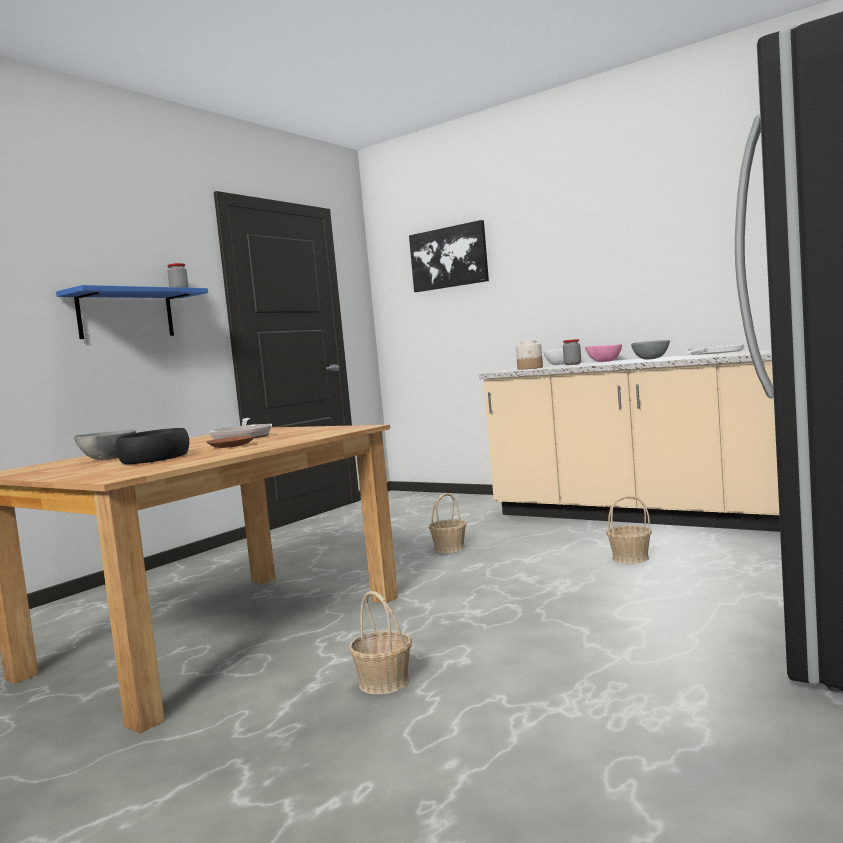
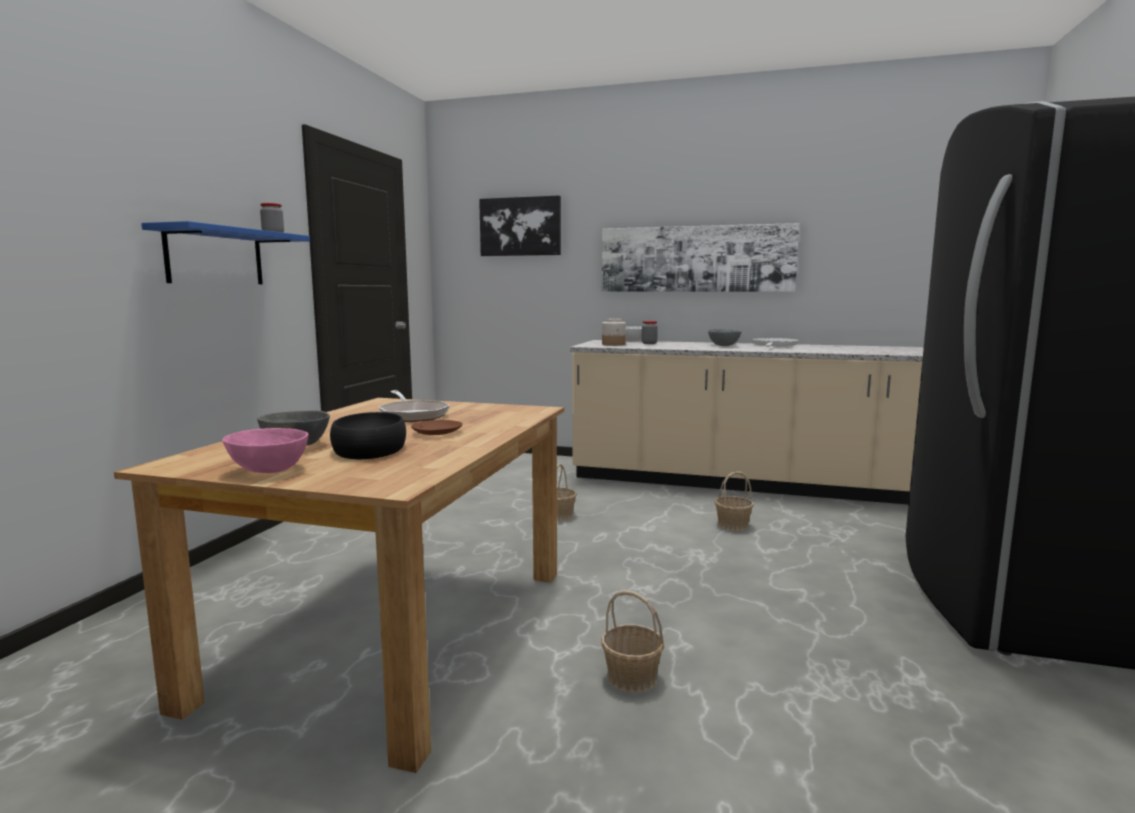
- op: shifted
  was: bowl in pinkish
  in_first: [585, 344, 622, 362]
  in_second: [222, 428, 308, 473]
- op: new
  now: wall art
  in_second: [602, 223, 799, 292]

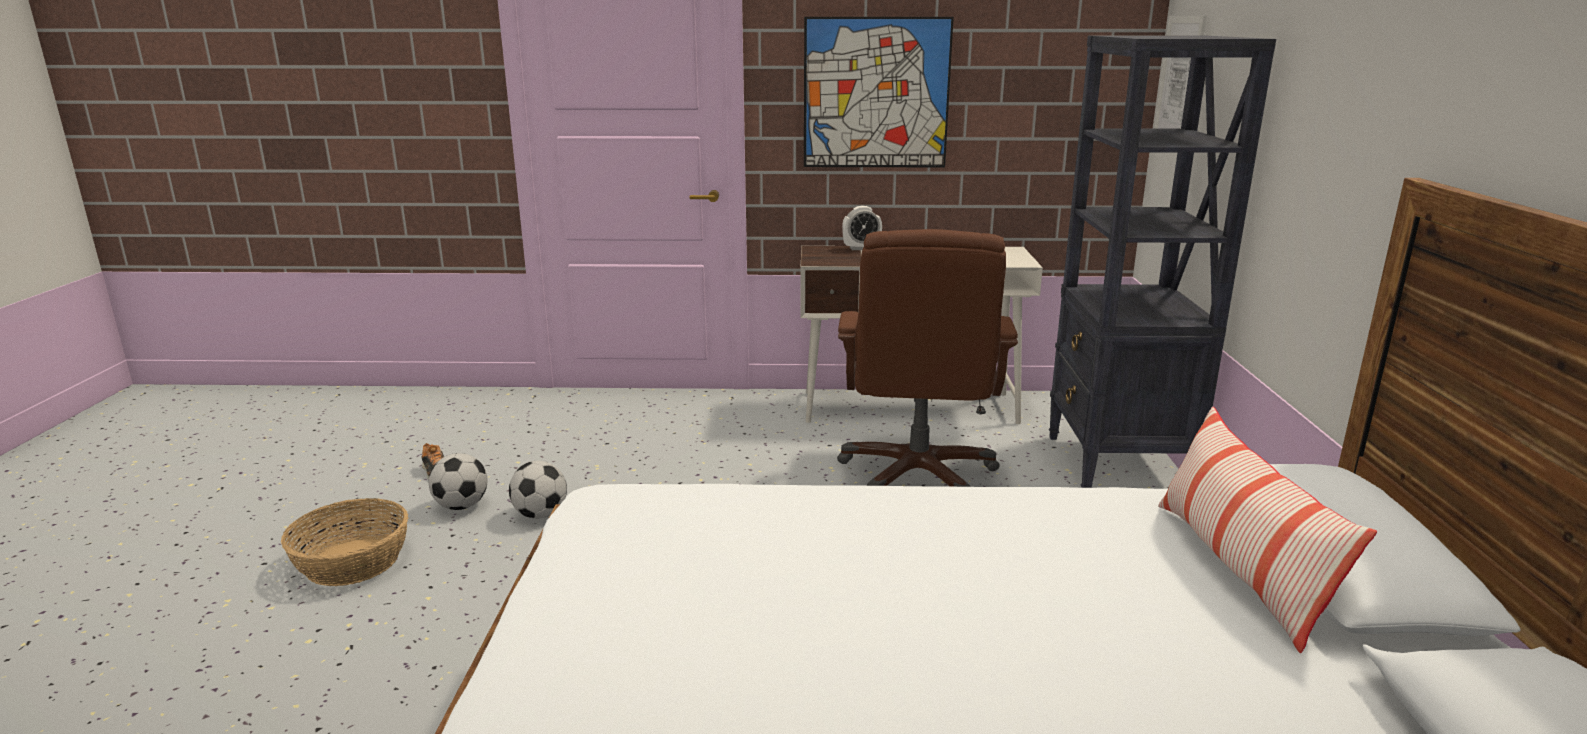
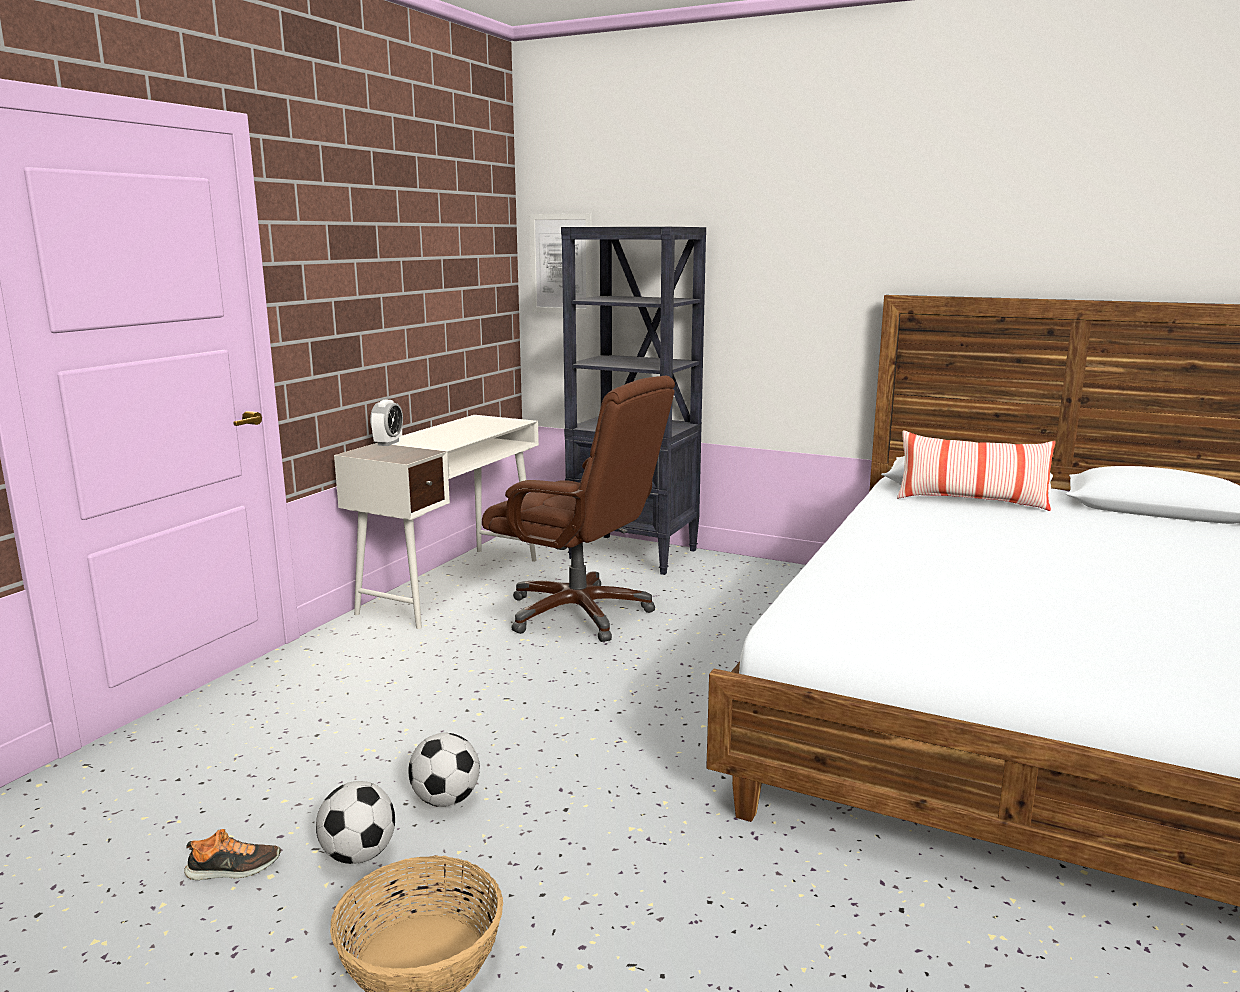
- op: gone
  was: wall art
  in_first: [804, 17, 954, 167]

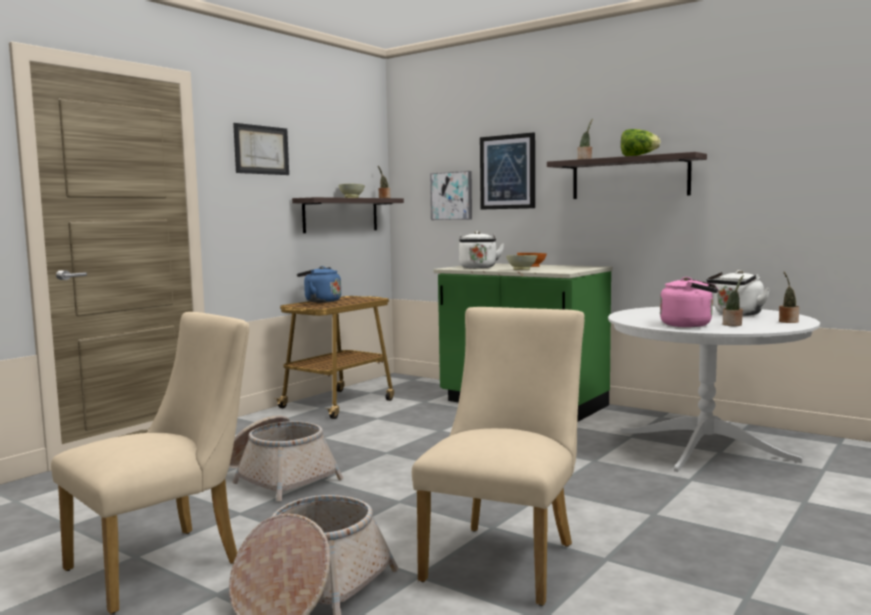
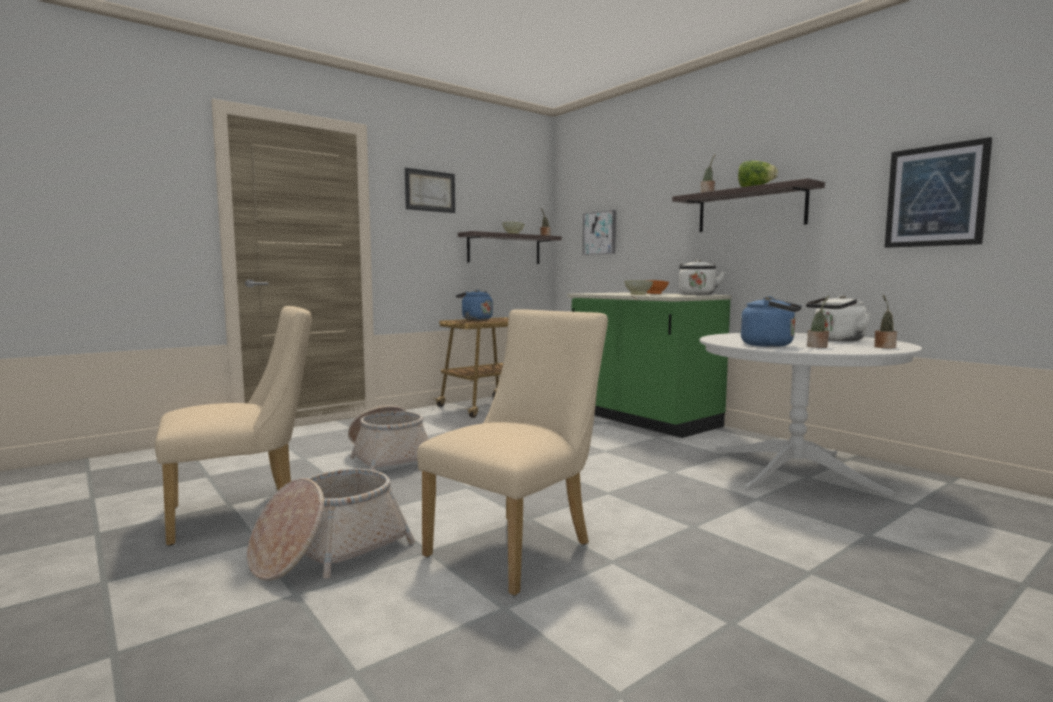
- op: shifted
  was: water kettle in white-coloured
  in_first: [459, 231, 504, 268]
  in_second: [679, 259, 725, 295]
- op: shifted
  was: wall art
  in_first: [480, 132, 535, 210]
  in_second: [884, 137, 992, 248]
- op: repainted
  was: water kettle in pinkish
  now: water kettle in blue-coloured
  in_first: [660, 277, 718, 327]
  in_second: [741, 296, 802, 347]

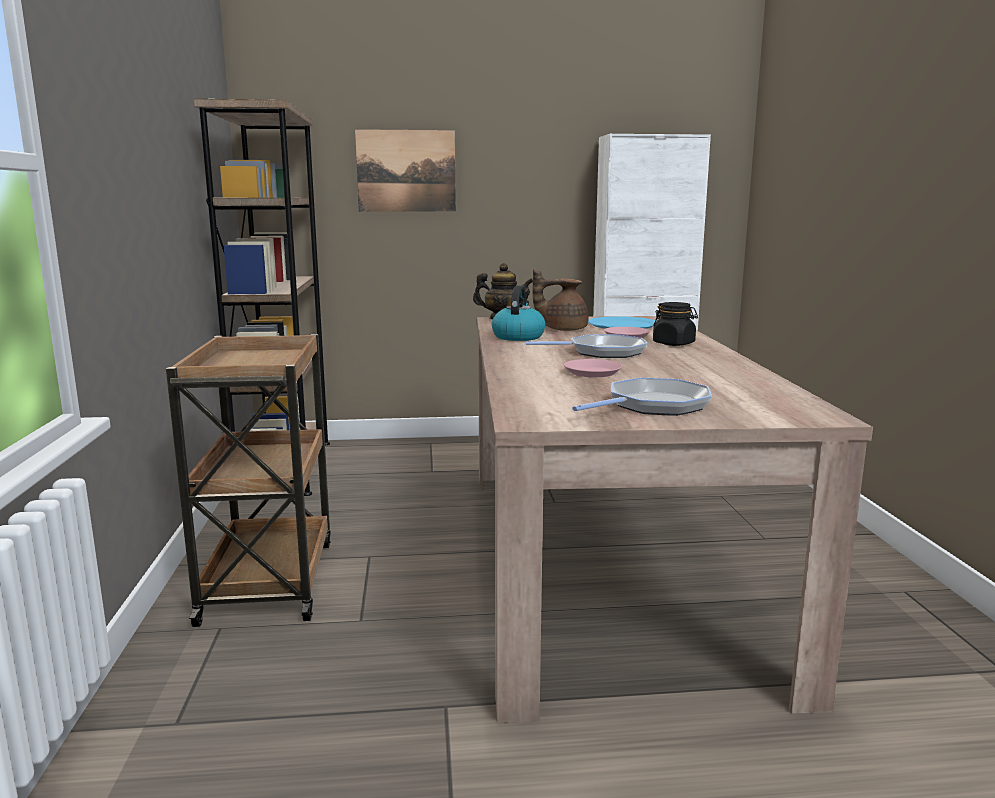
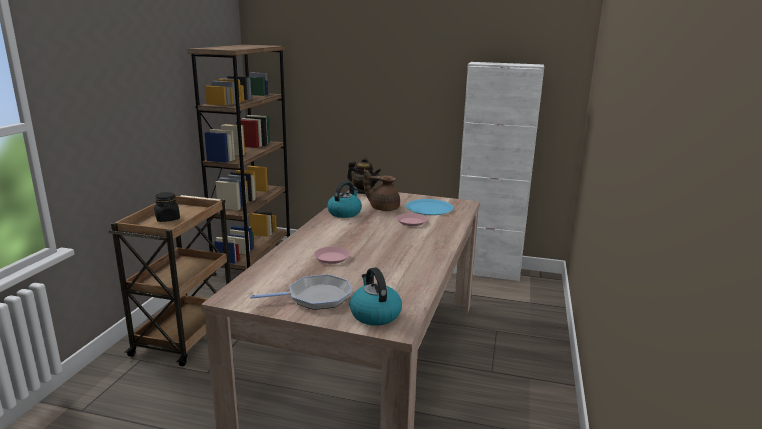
- op: gone
  was: wall art
  in_first: [355, 129, 456, 212]
- op: gone
  was: pan
  in_first: [526, 334, 648, 358]
- op: shifted
  was: storage jar in blackish
  in_first: [653, 302, 698, 346]
  in_second: [154, 192, 180, 222]
- op: new
  now: water kettle
  in_second: [350, 268, 402, 326]

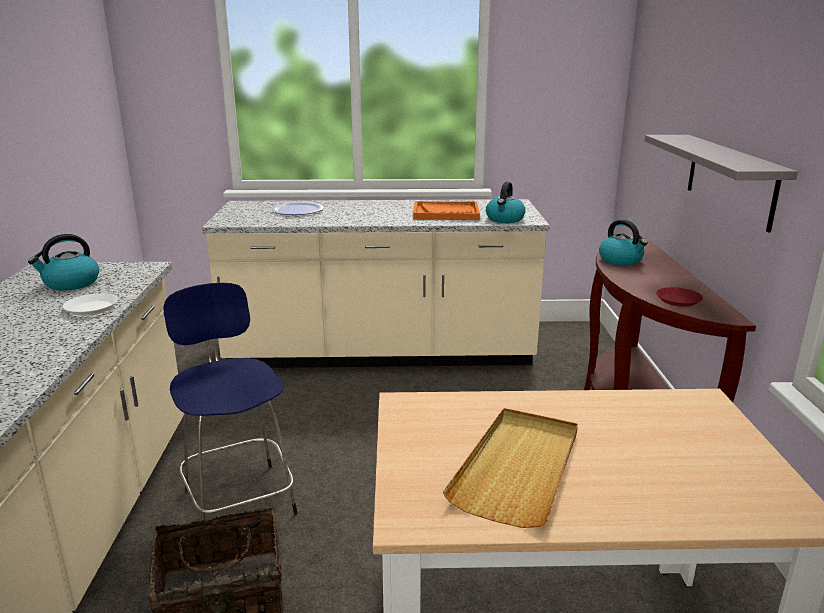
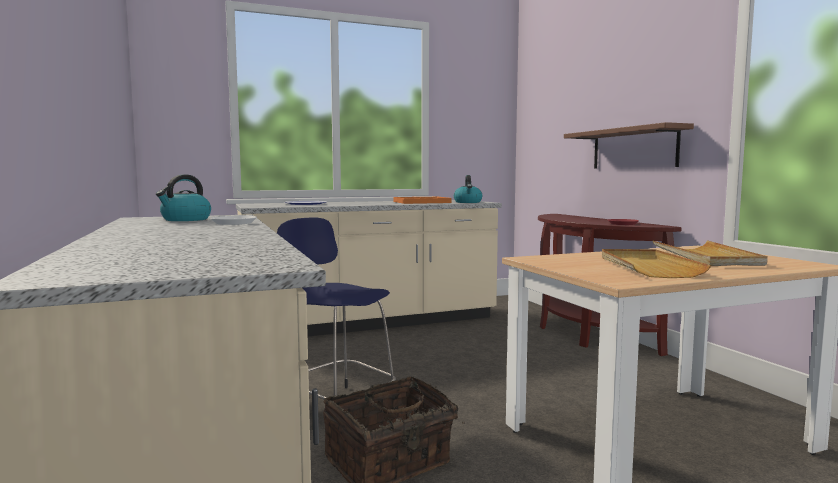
- op: gone
  was: water kettle
  in_first: [599, 219, 648, 266]
- op: repainted
  was: bracket shelf in gray
  now: bracket shelf in brown-coloured
  in_first: [644, 135, 798, 232]
  in_second: [564, 122, 694, 169]
- op: new
  now: serving tray in beige-coloured
  in_second: [653, 240, 768, 266]

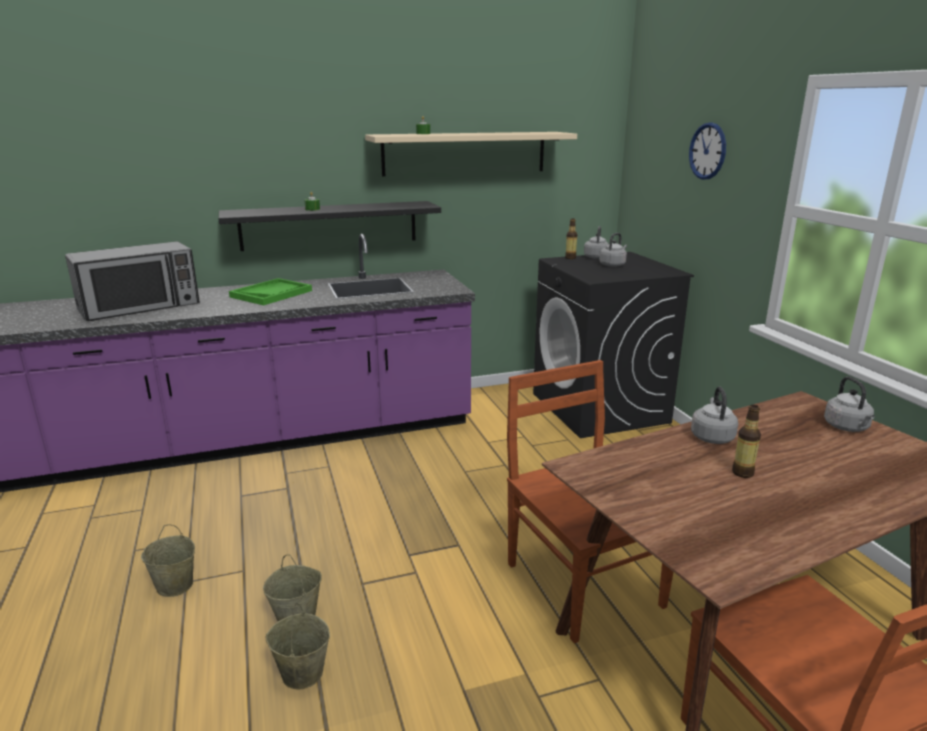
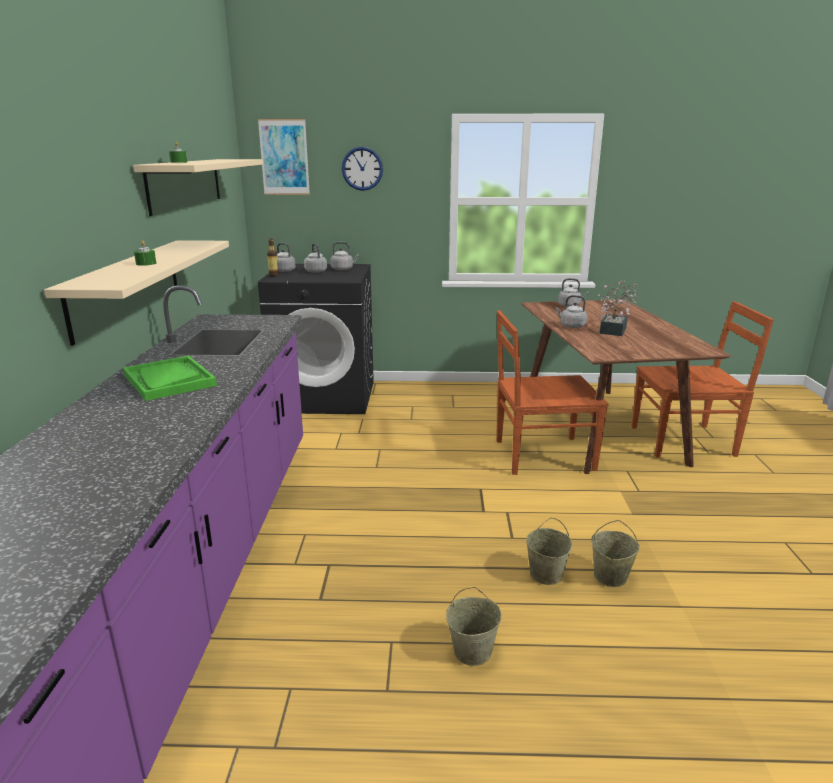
- op: gone
  was: microwave oven
  in_first: [65, 241, 200, 321]
- op: repainted
  was: bracket shelf in blackish
  now: bracket shelf in beige-coloured
  in_first: [218, 201, 441, 251]
  in_second: [44, 240, 229, 346]
- op: swapped
  was: bottle
  now: houseplant
  in_first: [732, 405, 761, 478]
  in_second: [598, 280, 637, 336]
- op: new
  now: wall art
  in_second: [258, 119, 310, 195]
- op: new
  now: water kettle in gray
  in_second: [330, 242, 359, 270]

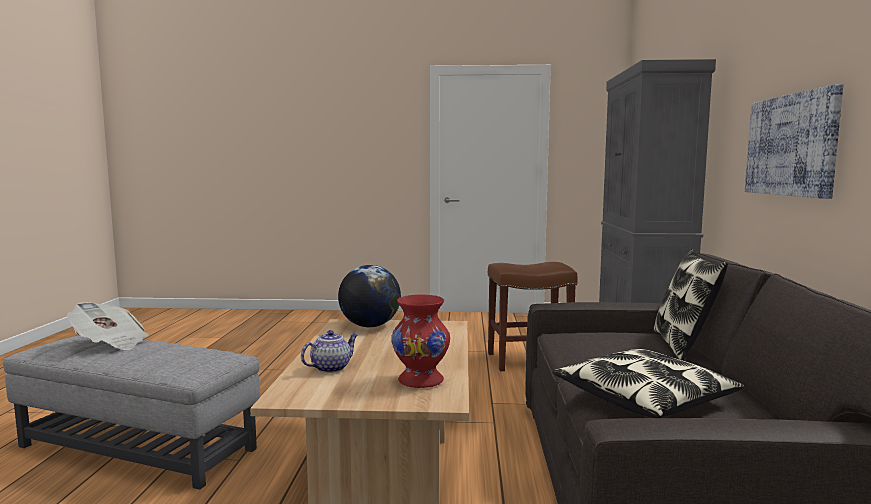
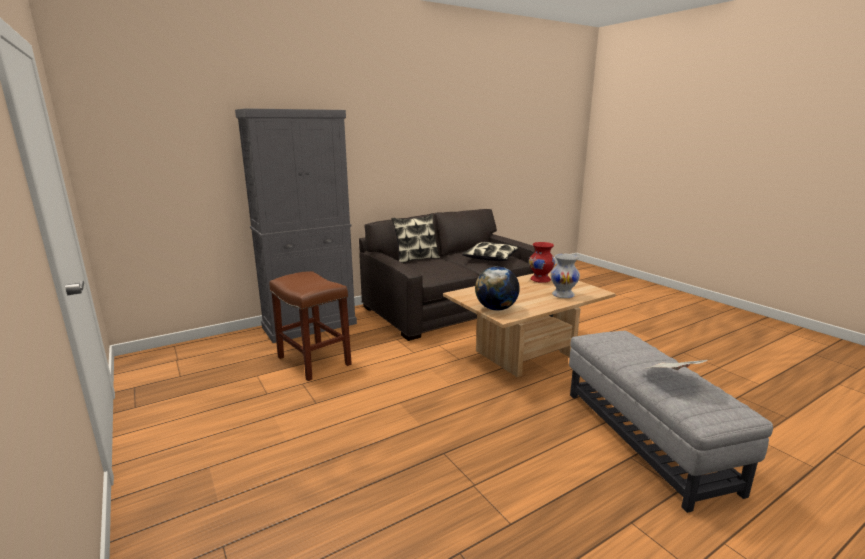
- op: swapped
  was: tea pot
  now: decorative vase in white-coloured
  in_first: [301, 330, 358, 373]
  in_second: [550, 254, 580, 298]
- op: gone
  was: wall art
  in_first: [745, 84, 843, 199]

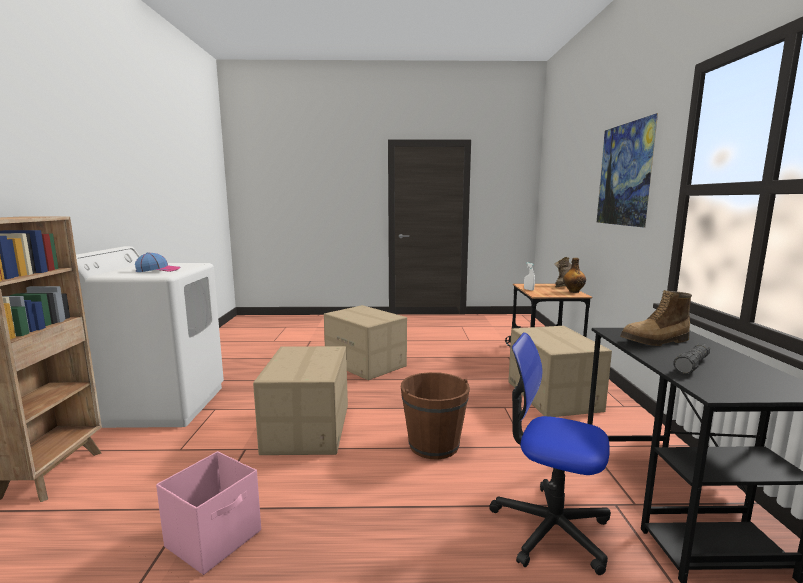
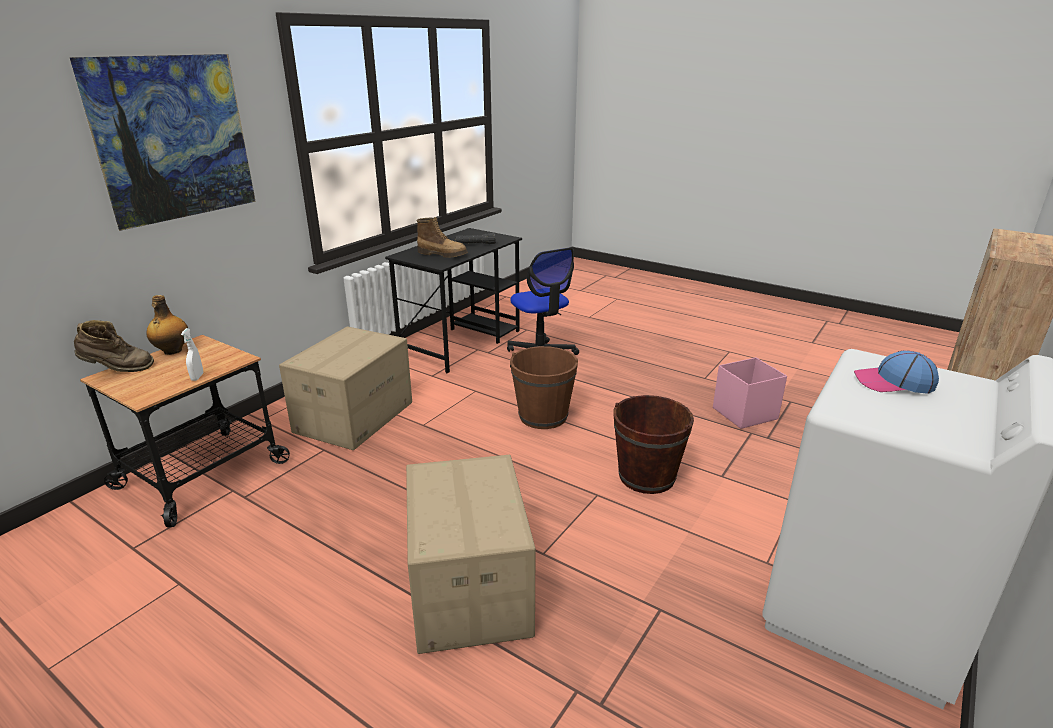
- op: swapped
  was: packing box
  now: pail in brown-coloured
  in_first: [253, 346, 348, 455]
  in_second: [614, 395, 694, 494]

